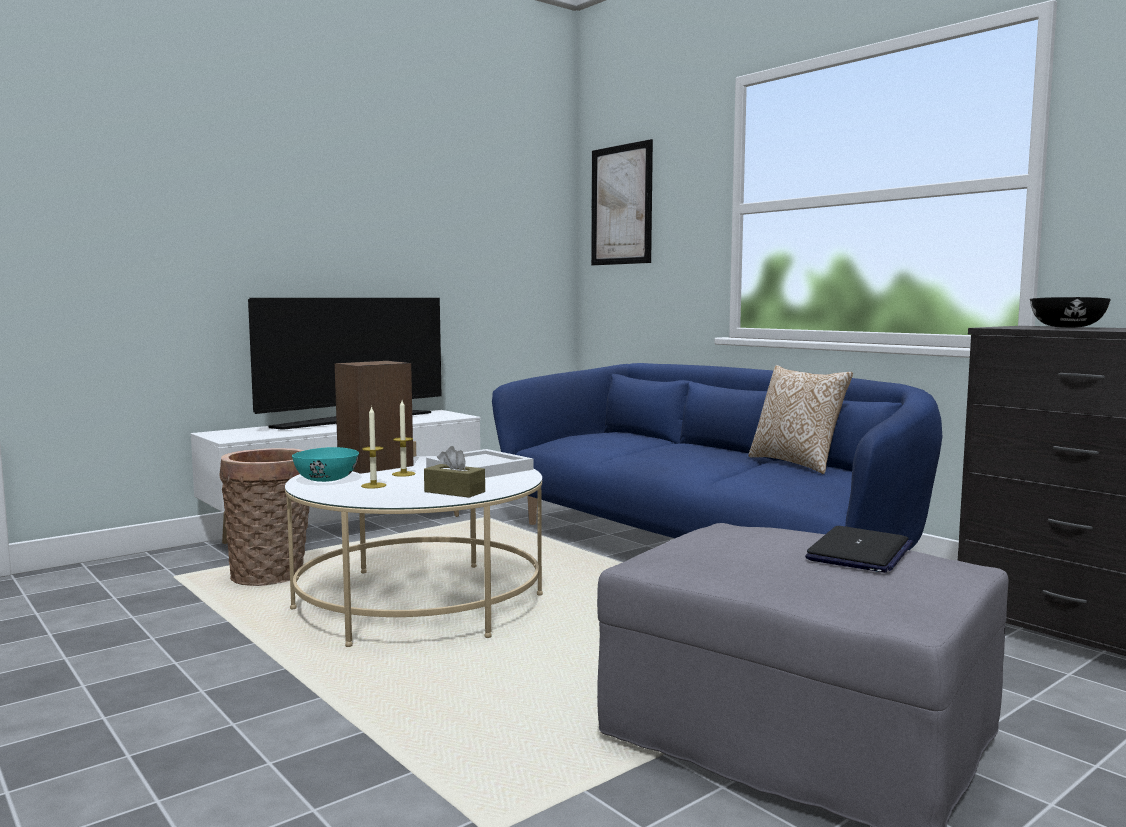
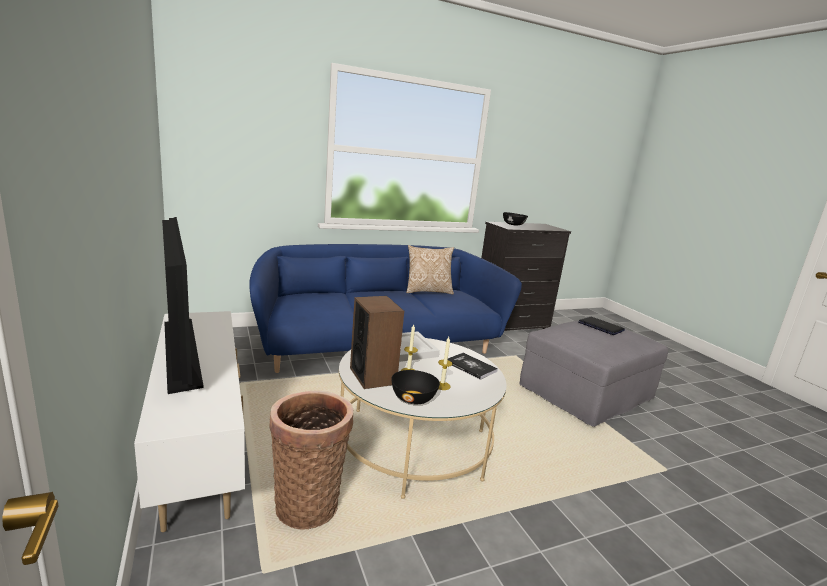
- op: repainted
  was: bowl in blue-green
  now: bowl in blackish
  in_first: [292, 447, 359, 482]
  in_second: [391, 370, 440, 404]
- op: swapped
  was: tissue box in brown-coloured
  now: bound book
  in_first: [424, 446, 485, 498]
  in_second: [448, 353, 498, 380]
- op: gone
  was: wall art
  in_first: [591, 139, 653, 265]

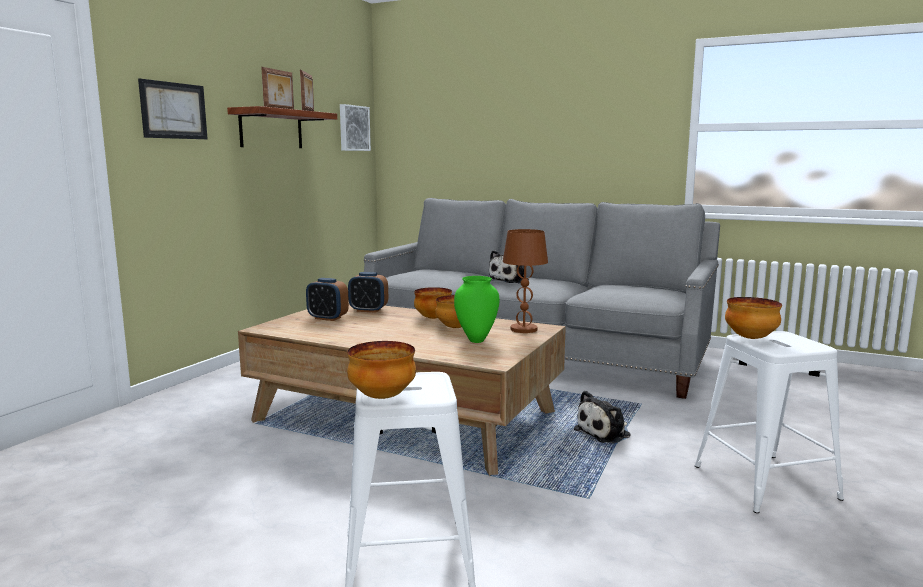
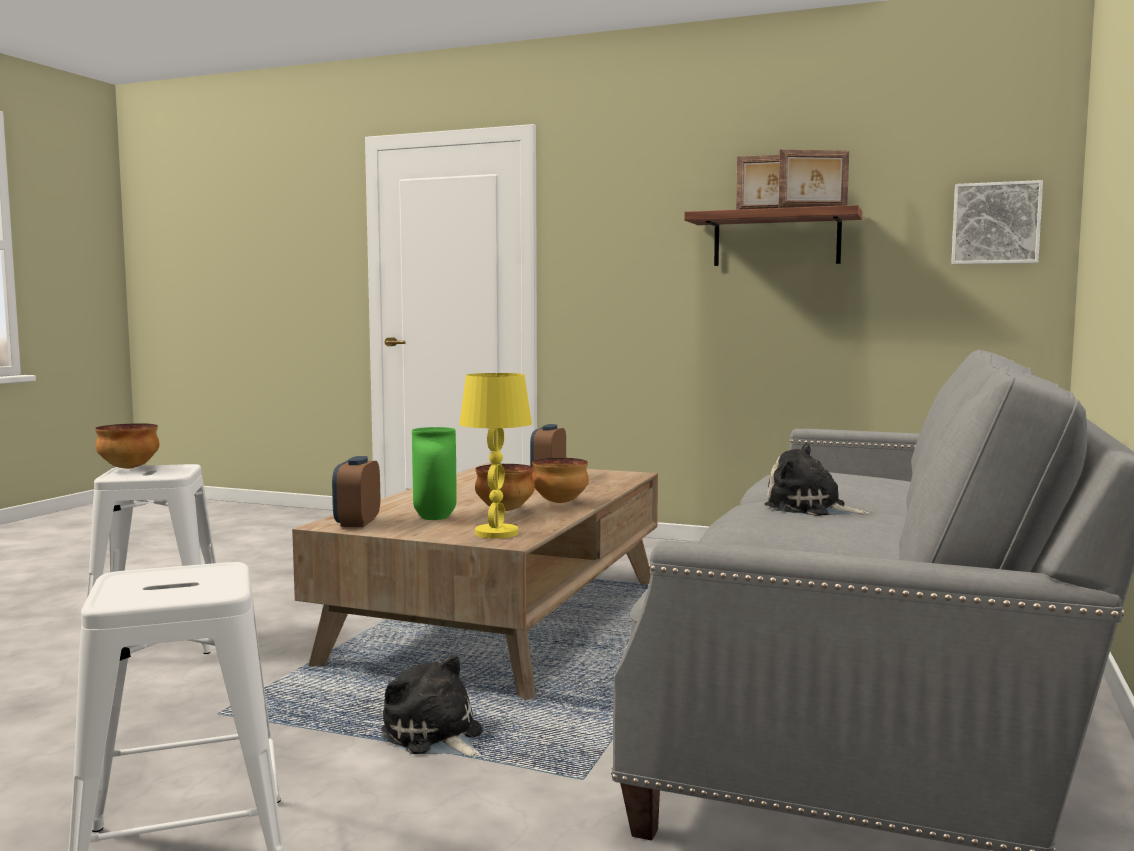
- op: gone
  was: wall art
  in_first: [138, 78, 208, 139]
- op: shifted
  was: table clock
  in_first: [348, 272, 388, 313]
  in_second: [332, 456, 380, 527]
- op: repainted
  was: table lamp in brown-coloured
  now: table lamp in yellow-coloured
  in_first: [503, 229, 548, 333]
  in_second: [459, 373, 532, 539]
- op: gone
  was: bowl
  in_first: [725, 297, 782, 339]

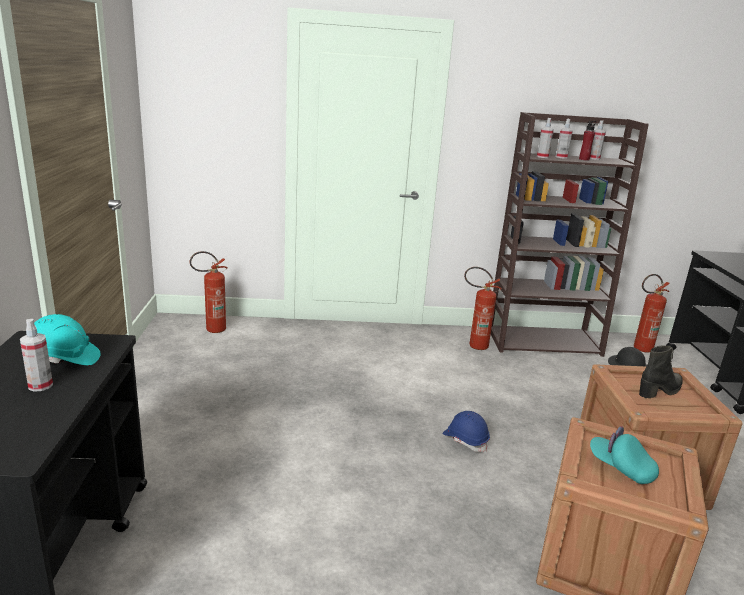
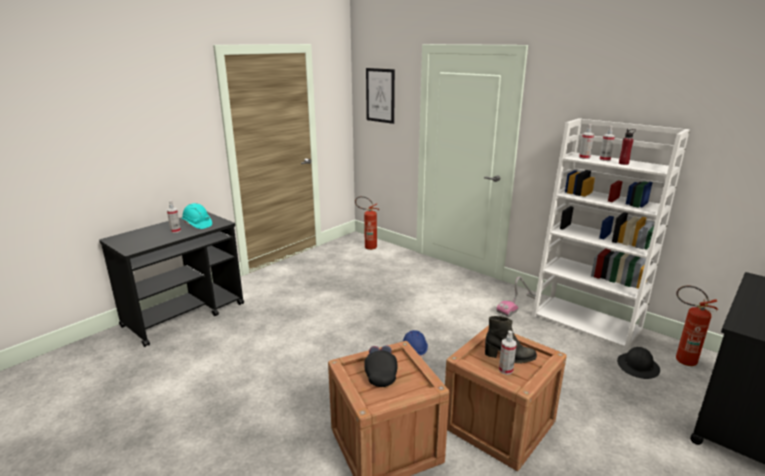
- op: swapped
  was: fire extinguisher
  now: vacuum
  in_first: [464, 267, 501, 350]
  in_second: [496, 276, 536, 317]
- op: repainted
  was: bookcase in brown-coloured
  now: bookcase in white-coloured
  in_first: [491, 112, 649, 357]
  in_second: [532, 118, 690, 351]
- op: shifted
  was: spray bottle
  in_first: [590, 120, 606, 160]
  in_second: [499, 330, 517, 375]
- op: repainted
  was: cap in blue-green
  now: cap in blackish
  in_first: [590, 426, 659, 484]
  in_second: [364, 345, 398, 387]
- op: new
  now: wall art
  in_second: [366, 68, 395, 124]

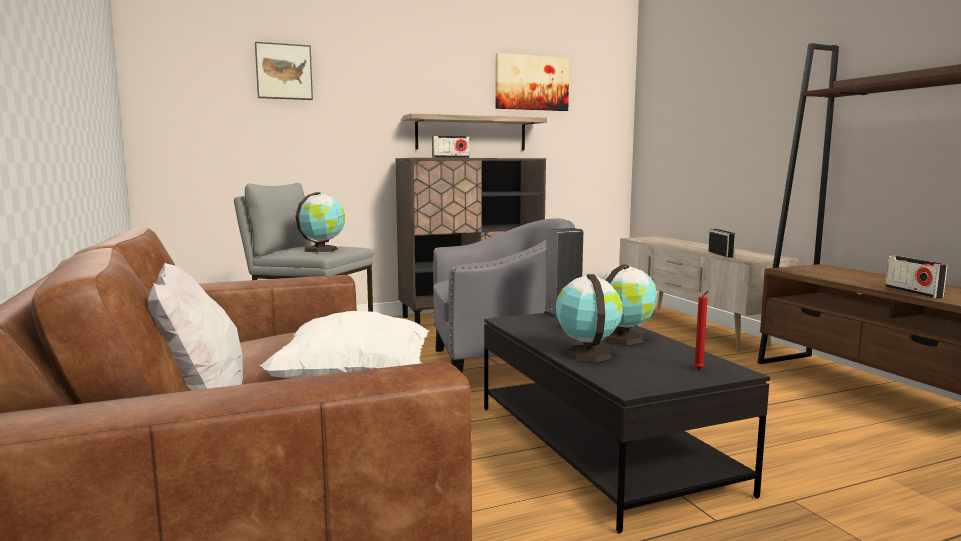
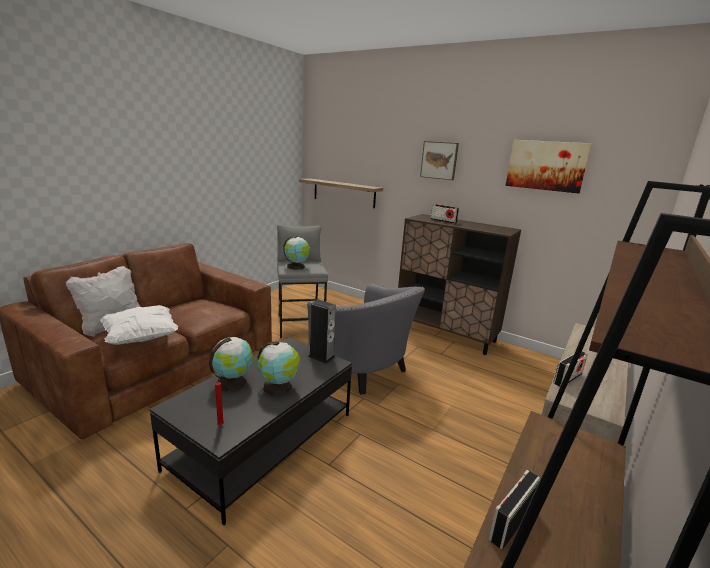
- op: shifted
  was: wall art
  in_first: [255, 42, 313, 100]
  in_second: [420, 141, 459, 180]
- op: shifted
  was: bracket shelf
  in_first: [403, 113, 547, 150]
  in_second: [299, 178, 383, 208]

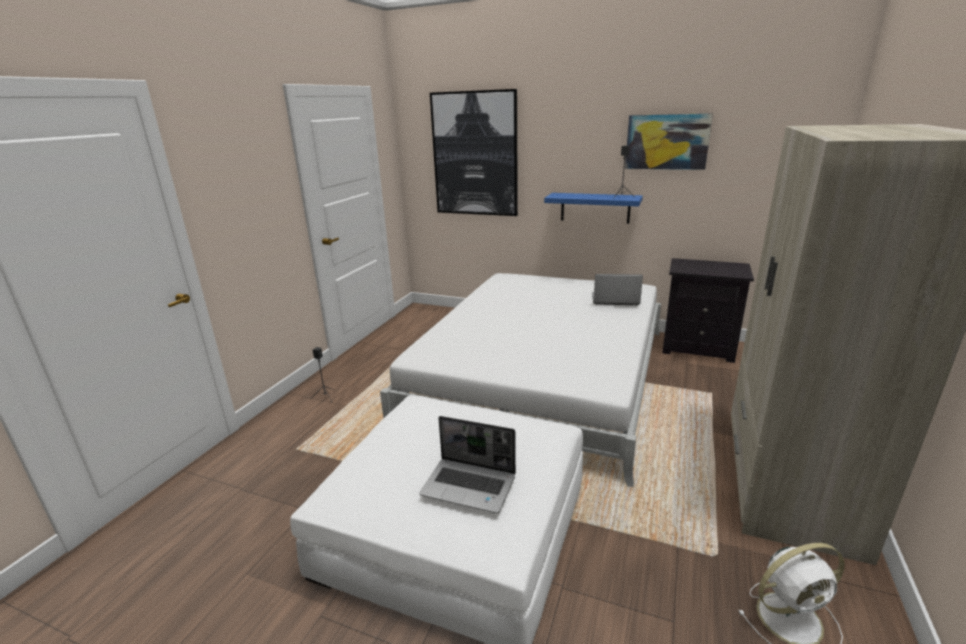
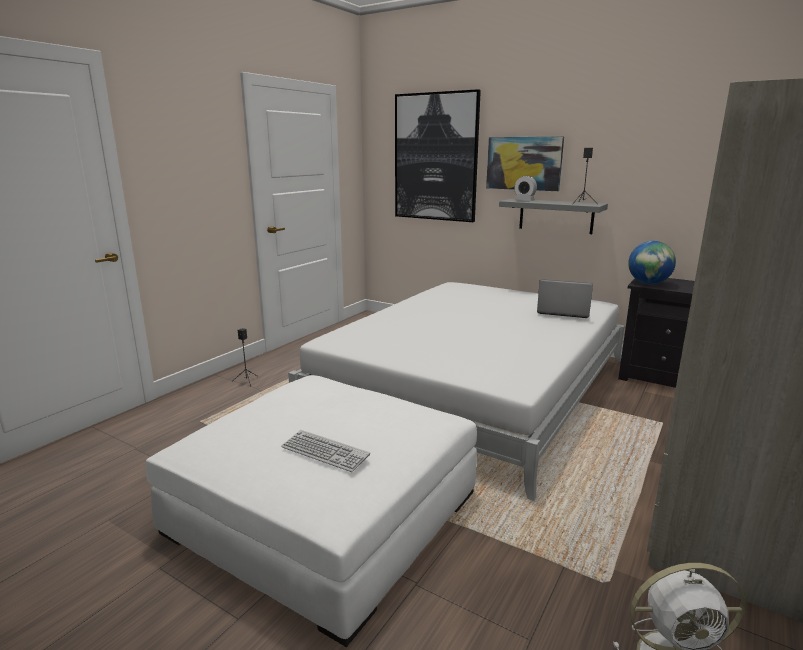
- op: swapped
  was: notebook computer
  now: keyboard
  in_first: [420, 416, 516, 513]
  in_second: [281, 430, 370, 472]
- op: repainted
  was: bracket shelf in blue-coloured
  now: bracket shelf in gray
  in_first: [544, 193, 643, 224]
  in_second: [499, 199, 608, 234]
- op: shifted
  was: wall art
  in_first: [625, 113, 713, 170]
  in_second: [486, 137, 564, 191]
- op: new
  now: table clock
  in_second: [514, 176, 537, 201]
- op: new
  now: globe
  in_second: [628, 241, 676, 284]

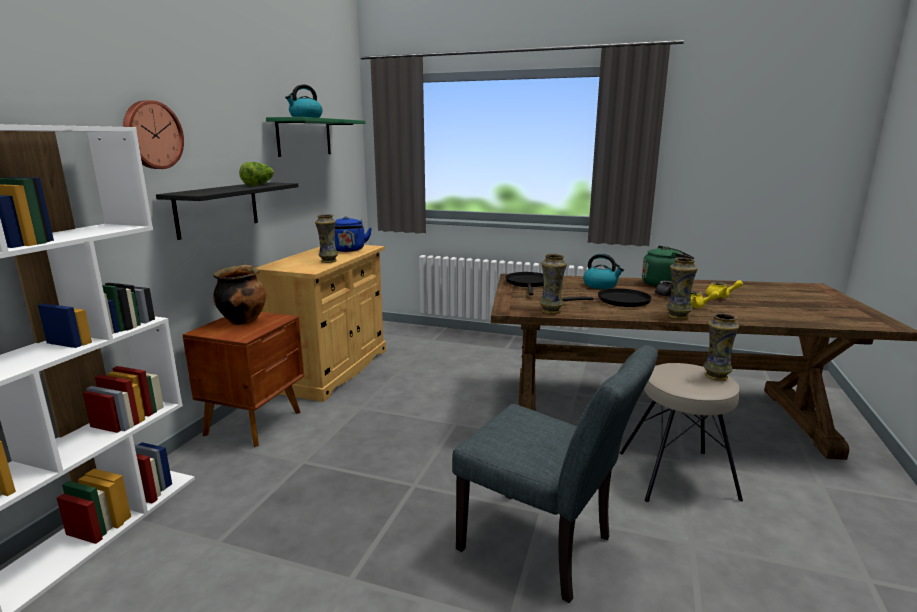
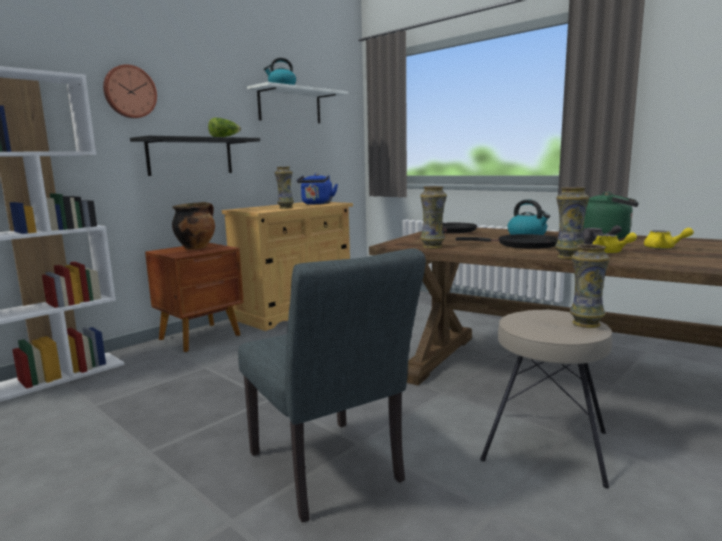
- op: repainted
  was: bracket shelf in green
  now: bracket shelf in white-coloured
  in_first: [266, 117, 365, 157]
  in_second: [247, 82, 348, 123]

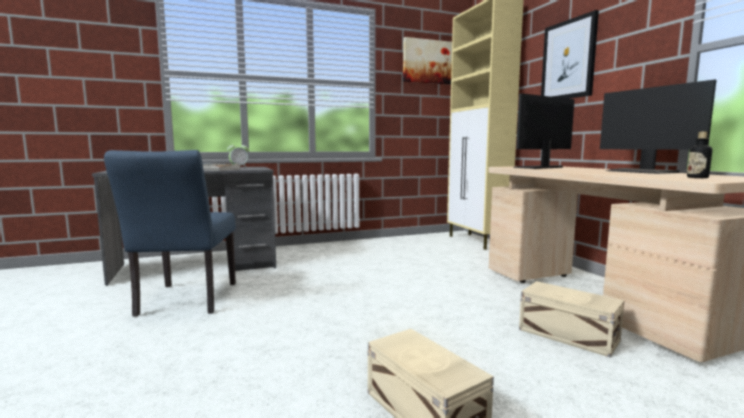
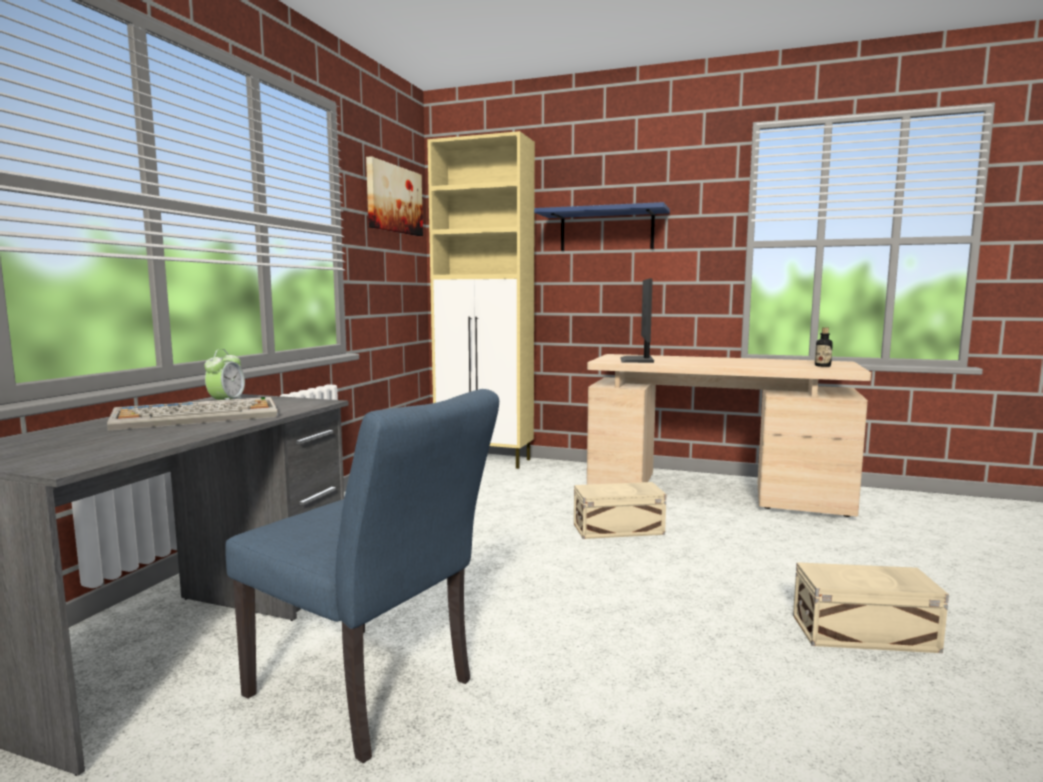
- op: shifted
  was: storage container in beige-coloured
  in_first: [519, 281, 625, 357]
  in_second: [574, 482, 666, 539]
- op: swapped
  was: wall art
  now: bracket shelf in blue-coloured
  in_first: [541, 10, 599, 99]
  in_second: [534, 202, 670, 251]
- op: gone
  was: computer screen
  in_first: [600, 80, 716, 174]

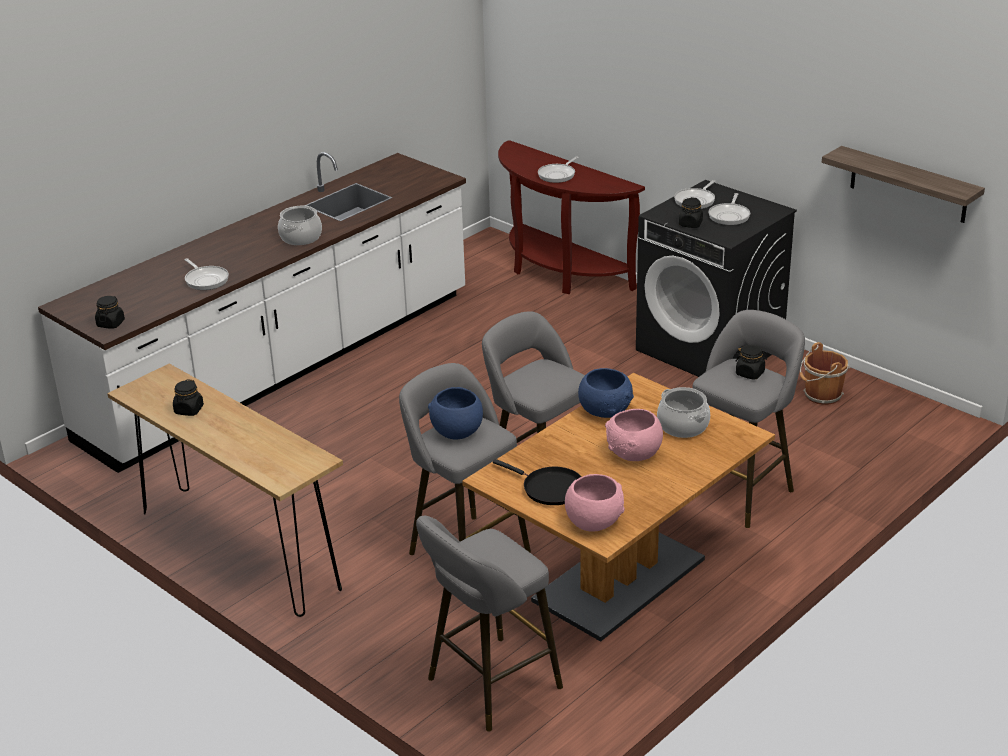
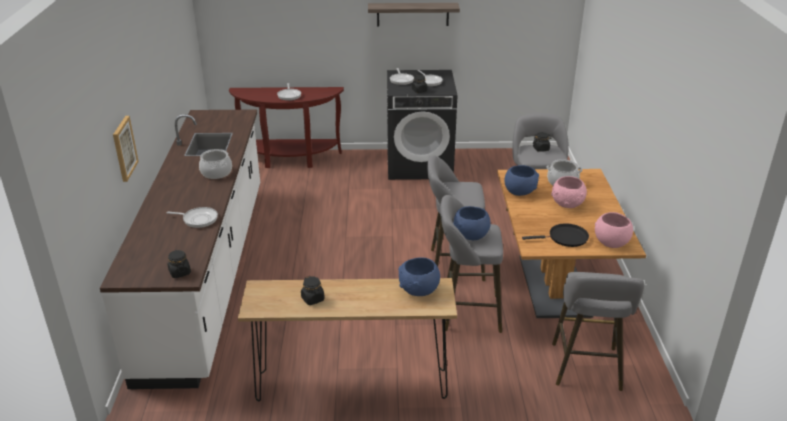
- op: gone
  was: pail in brown-coloured
  in_first: [799, 342, 850, 405]
- op: shifted
  was: bracket shelf
  in_first: [822, 146, 985, 223]
  in_second: [368, 3, 460, 26]
- op: new
  now: wall art
  in_second: [113, 116, 139, 182]
- op: new
  now: bowl in blue-coloured
  in_second: [398, 257, 440, 296]

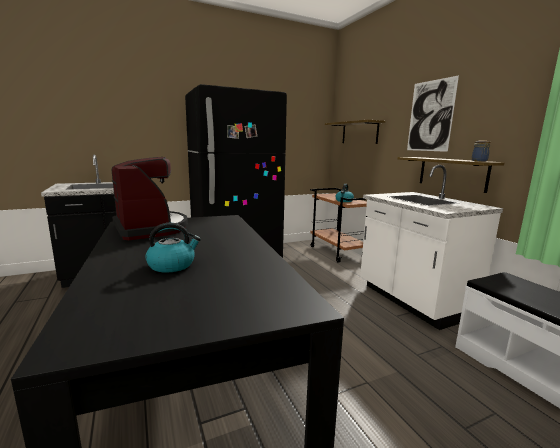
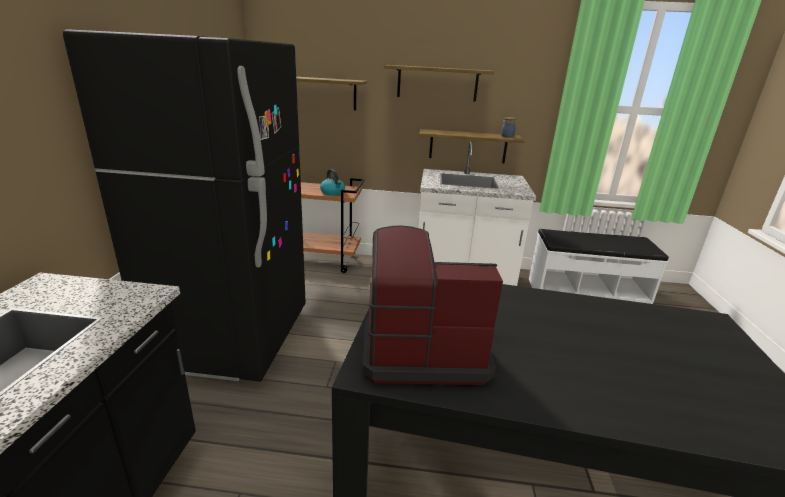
- op: gone
  was: water kettle
  in_first: [146, 223, 201, 273]
- op: swapped
  was: wall art
  now: bracket shelf
  in_first: [407, 75, 459, 152]
  in_second: [384, 65, 494, 102]

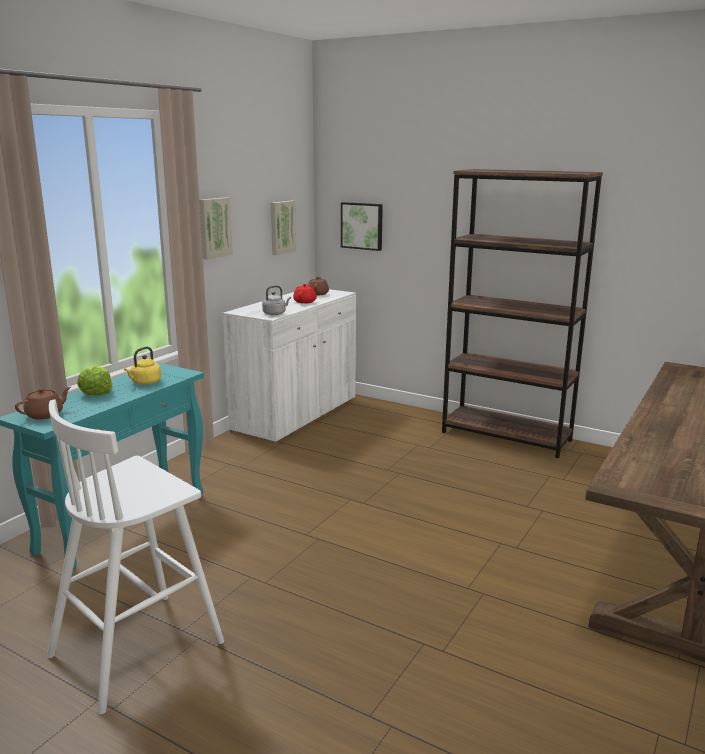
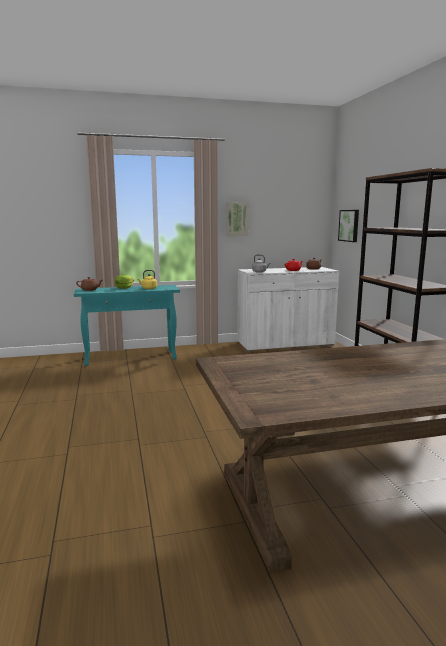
- op: gone
  was: sitting stool in white-coloured
  in_first: [47, 399, 224, 714]
- op: gone
  was: wall art
  in_first: [271, 201, 296, 255]

